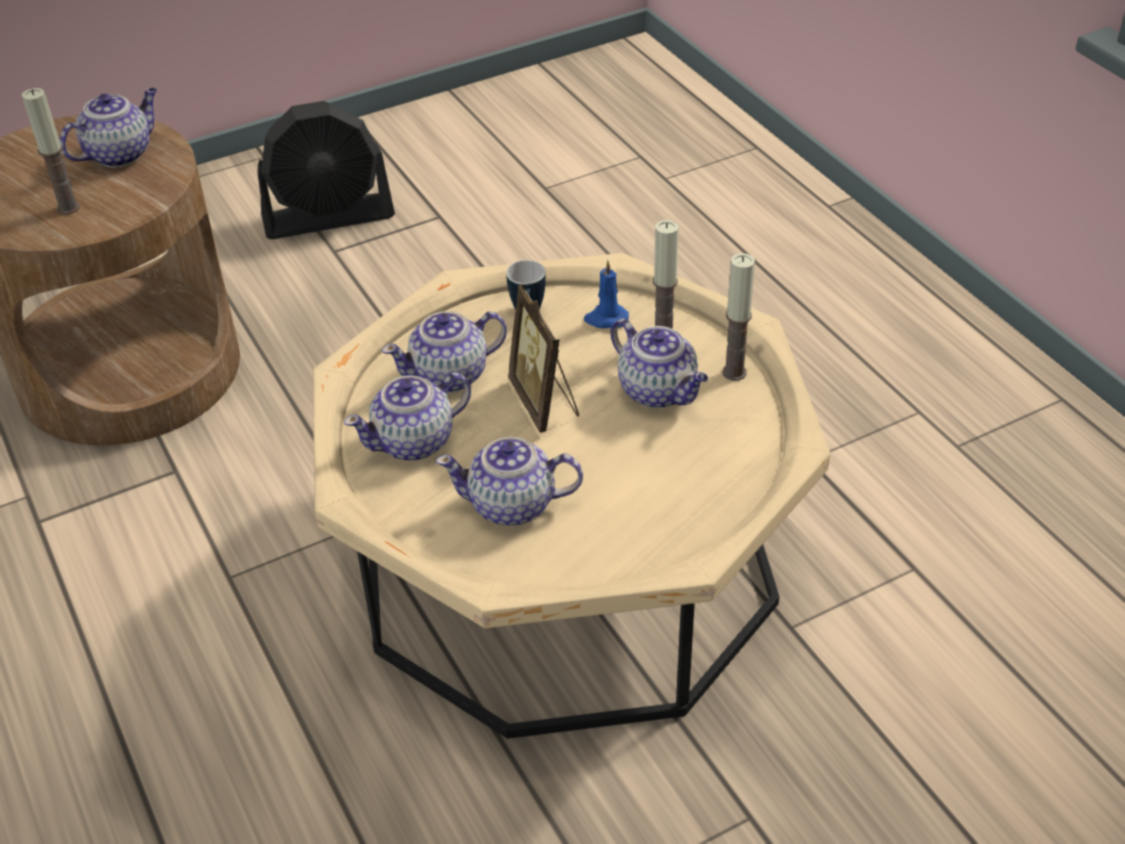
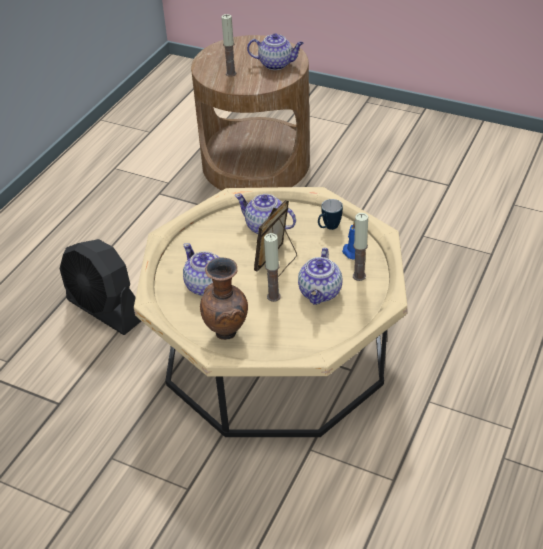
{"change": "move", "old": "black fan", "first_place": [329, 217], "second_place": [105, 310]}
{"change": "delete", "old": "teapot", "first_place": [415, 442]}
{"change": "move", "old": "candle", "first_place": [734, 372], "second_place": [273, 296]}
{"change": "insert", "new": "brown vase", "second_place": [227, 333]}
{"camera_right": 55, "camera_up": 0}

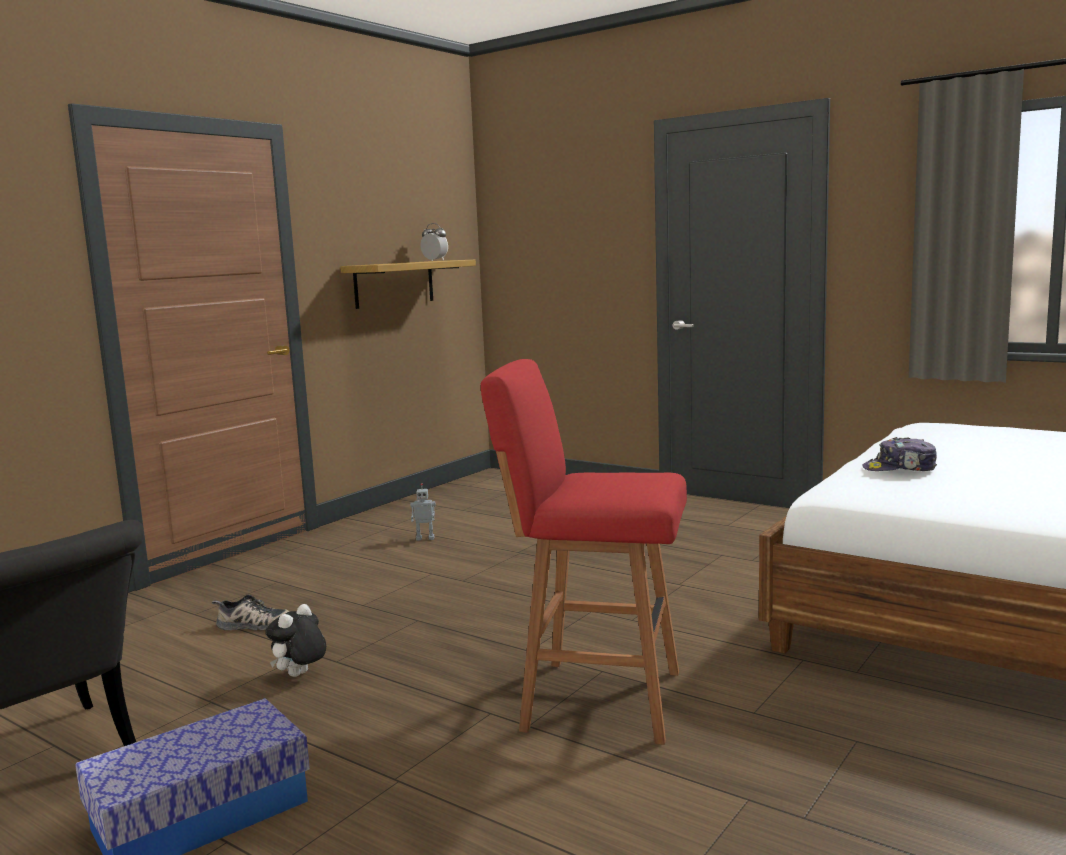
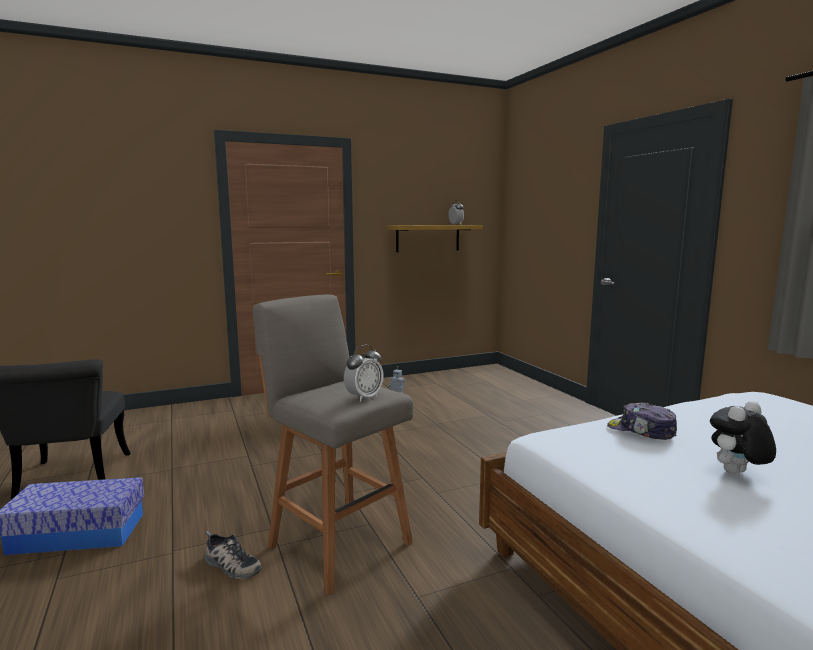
{"change": "move", "old": "shoe", "first_place": [252, 625], "second_place": [230, 565]}
{"change": "move", "old": "plush toy", "first_place": [299, 676], "second_place": [737, 474]}
{"change": "recolor", "old": "red stool", "new": "grey stool", "first_place": [596, 699], "second_place": [337, 543]}
{"change": "insert", "new": "alarm clock", "second_place": [364, 397]}
{"camera_right": 30, "camera_up": 0}

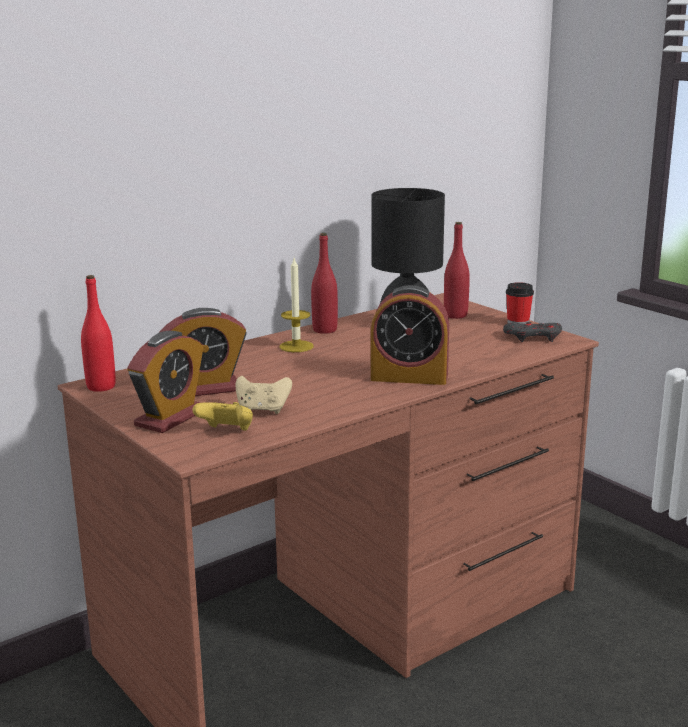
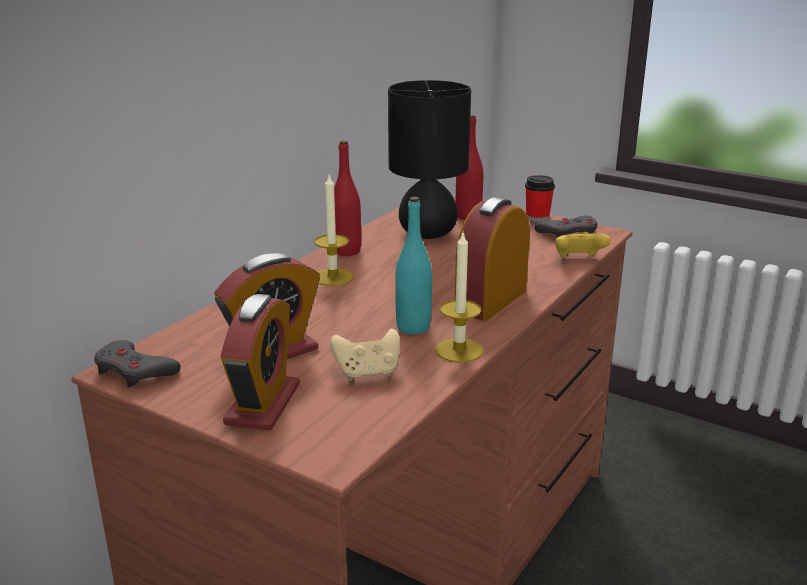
{"change": "replace", "old": "red bottle", "new": "grey game controller", "first_place": [101, 387], "second_place": [135, 371]}
{"change": "move", "old": "yellow game controller", "first_place": [226, 432], "second_place": [578, 260]}
{"change": "rotate", "old": "alarm clock", "first_place": [409, 377], "second_place": [491, 300], "degrees": 135}
{"change": "insert", "new": "turquoise bottle", "second_place": [413, 327]}
{"change": "insert", "new": "candle", "second_place": [459, 350]}
{"camera_right": -20, "camera_up": 5}

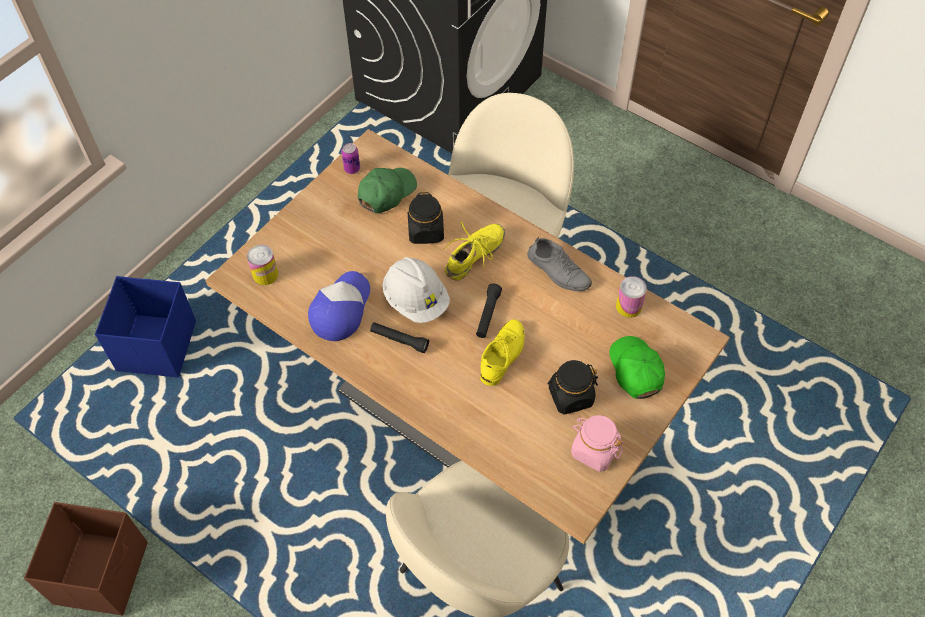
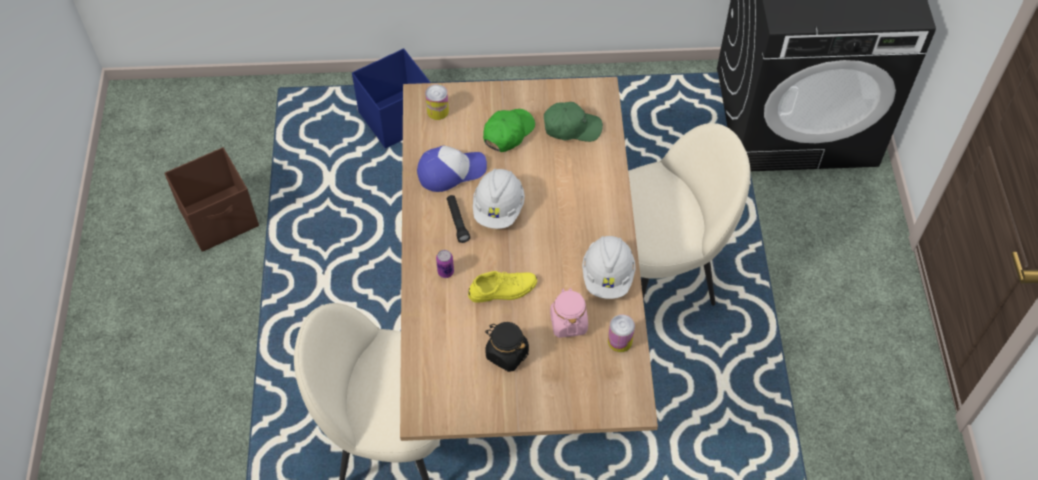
{"change": "move", "old": "can", "first_place": [352, 169], "second_place": [445, 272]}
{"change": "delete", "old": "black jar", "first_place": [426, 231]}
{"change": "delete", "old": "yellow shoe", "first_place": [475, 256]}
{"change": "delete", "old": "black flashlight", "first_place": [488, 314]}
{"change": "replace", "old": "grey shoe", "new": "white hard hat", "first_place": [558, 271], "second_place": [608, 276]}
{"change": "move", "old": "pink jar", "first_place": [594, 450], "second_place": [568, 322]}
{"change": "move", "old": "green cap", "first_place": [635, 370], "second_place": [508, 133]}
{"camera_right": 50, "camera_up": 0}

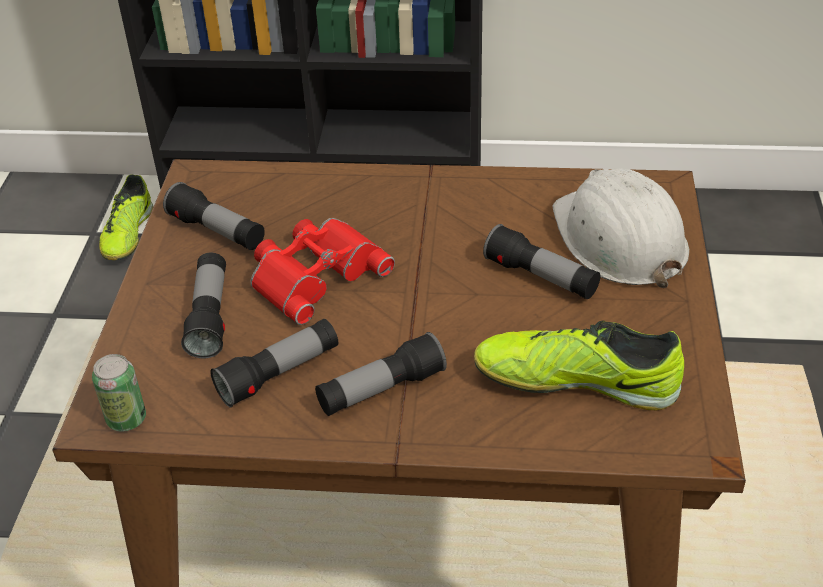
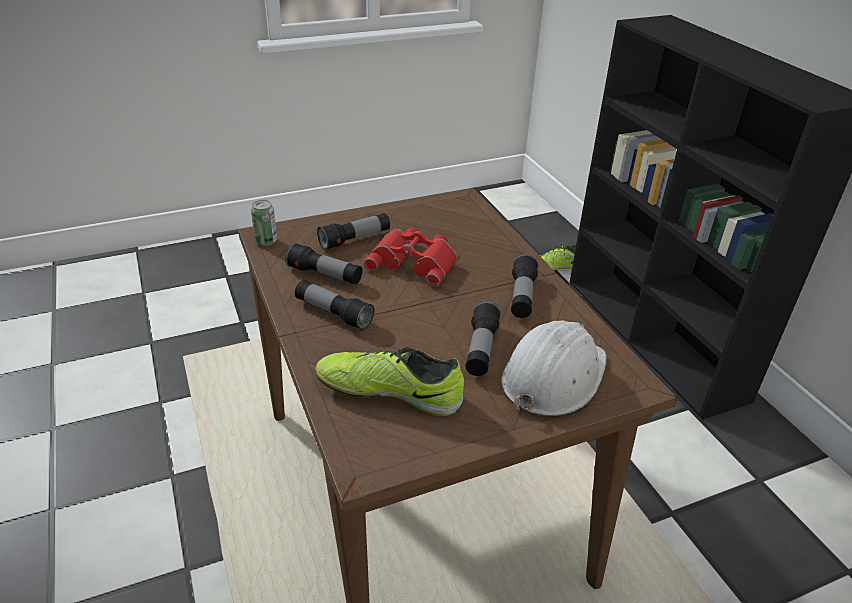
{"change": "move", "old": "flashlight", "first_place": [217, 231], "second_place": [522, 296]}
{"change": "rotate", "old": "shoe", "first_place": [576, 381], "second_place": [390, 391], "degrees": -60}
{"camera_right": 60, "camera_up": -5}

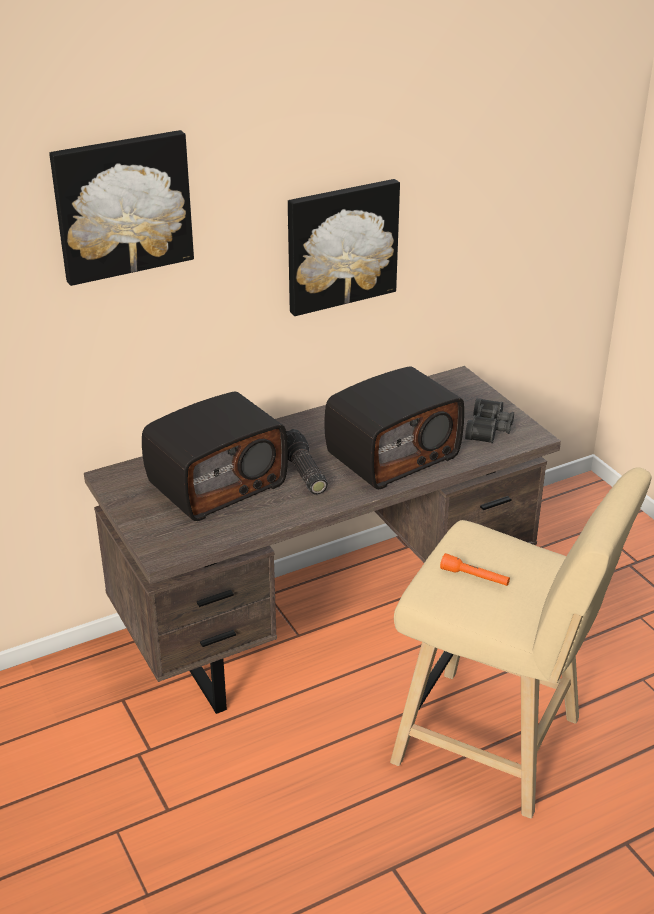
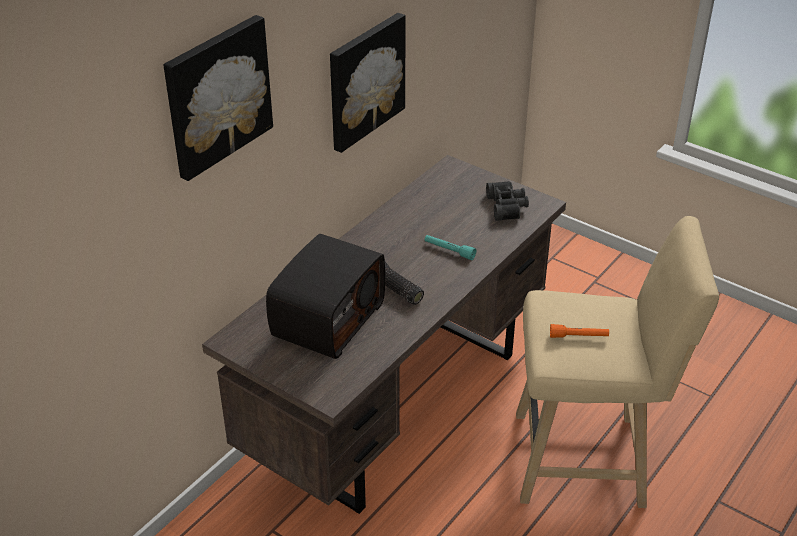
{"change": "replace", "old": "radio", "new": "turquoise flashlight", "first_place": [392, 455], "second_place": [449, 251]}
{"camera_right": -25, "camera_up": 5}

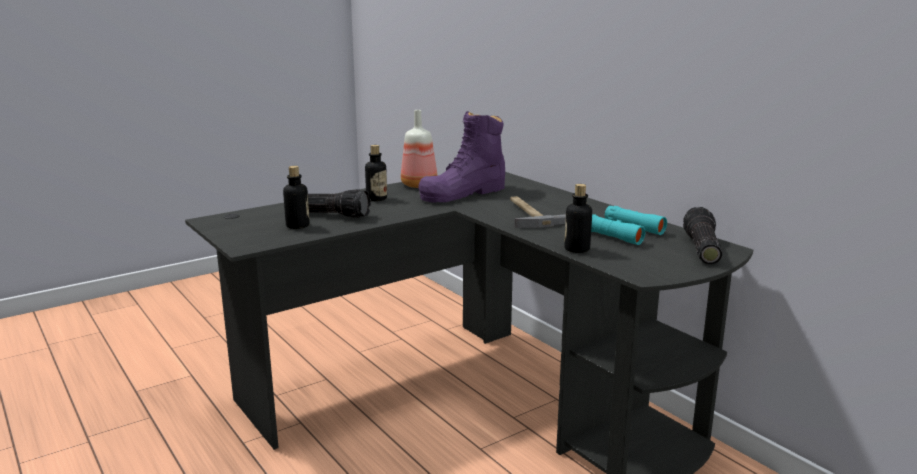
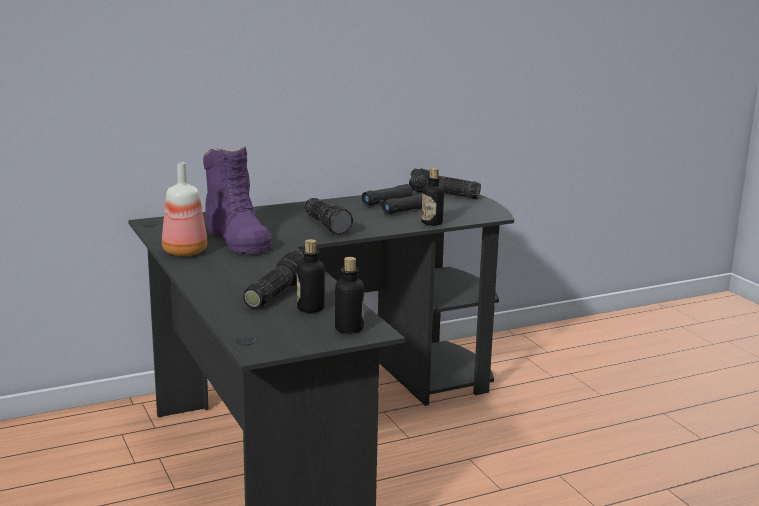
{"change": "move", "old": "bottle", "first_place": [376, 198], "second_place": [349, 329]}
{"change": "replace", "old": "hammer", "new": "flashlight", "first_place": [527, 214], "second_place": [328, 225]}
{"change": "recolor", "old": "turquoise binoculars", "new": "black binoculars", "first_place": [623, 232], "second_place": [396, 207]}
{"camera_right": -80, "camera_up": 0}

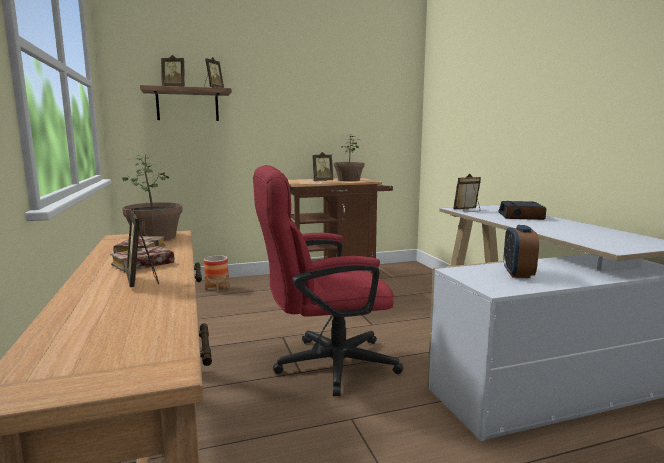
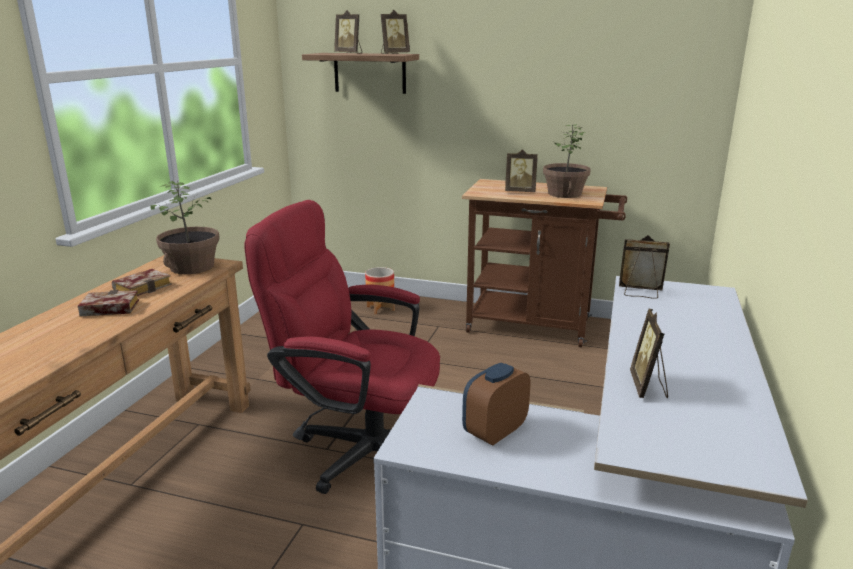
{"change": "move", "old": "picture frame", "first_place": [142, 281], "second_place": [648, 387]}
{"change": "delete", "old": "alarm clock", "first_place": [521, 216]}
{"camera_right": 35, "camera_up": 10}

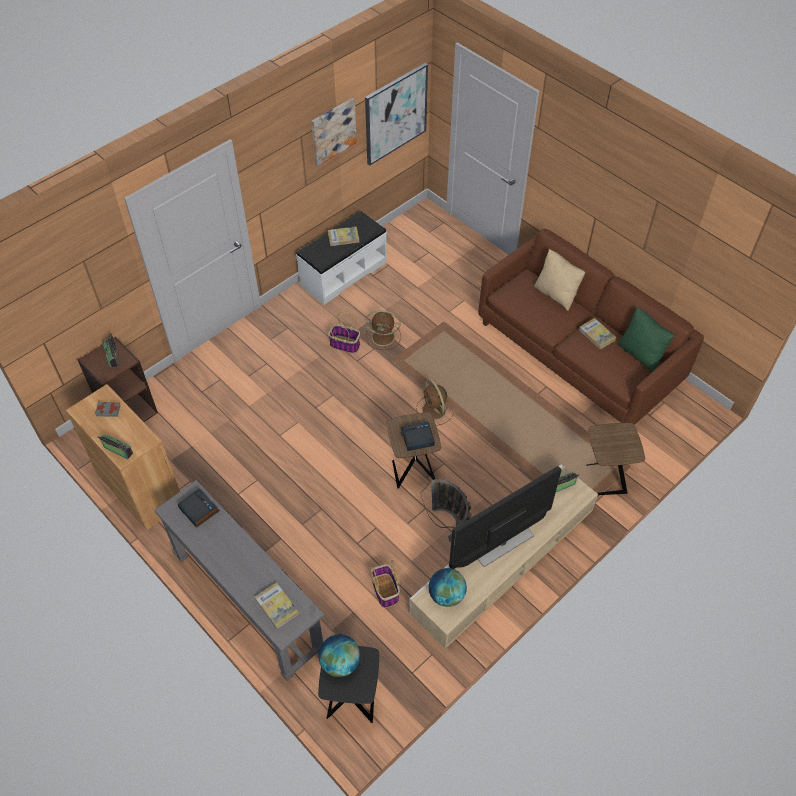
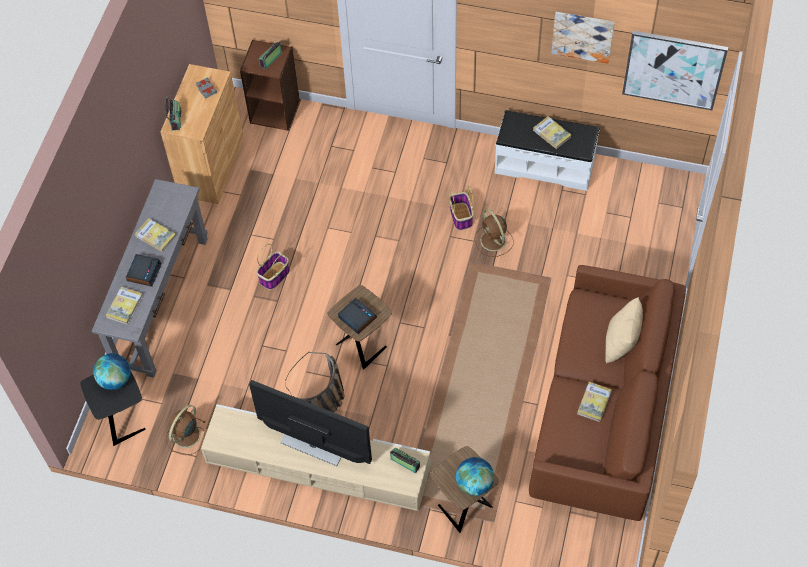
{"change": "move", "old": "alarm clock", "first_place": [198, 510], "second_place": [144, 272]}
{"change": "move", "old": "basket", "first_place": [386, 591], "second_place": [274, 276]}
{"change": "move", "old": "brown fan", "first_place": [434, 411], "second_place": [186, 436]}
{"change": "move", "old": "globe", "first_place": [446, 595], "second_place": [474, 484]}
{"change": "delete", "old": "green pillow", "first_place": [640, 354]}
{"change": "insert", "new": "book", "second_place": [155, 236]}
{"camera_right": 60, "camera_up": 5}

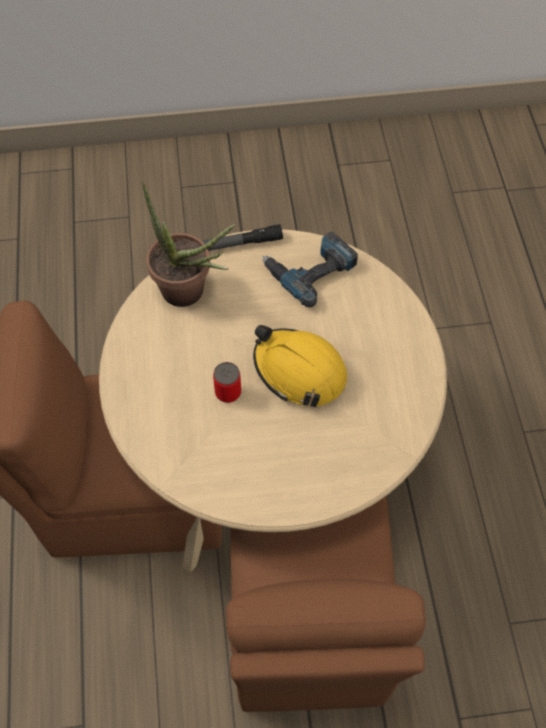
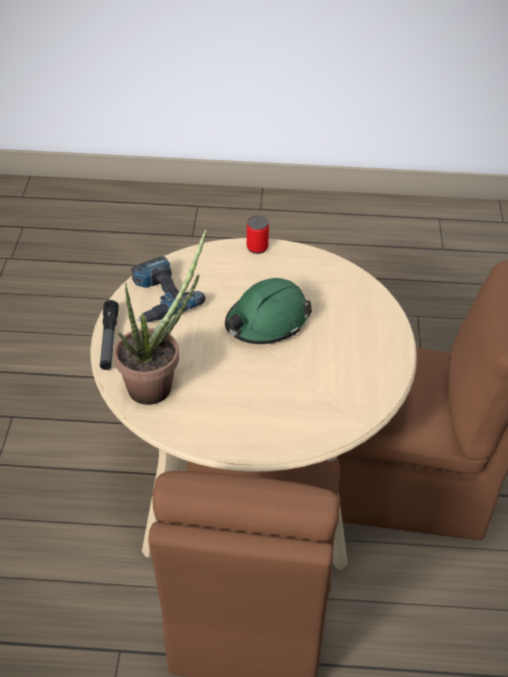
{"change": "move", "old": "can", "first_place": [228, 392], "second_place": [257, 247]}
{"change": "recolor", "old": "yellow hard hat", "new": "green hard hat", "first_place": [299, 371], "second_place": [267, 322]}
{"camera_right": -80, "camera_up": -15}

